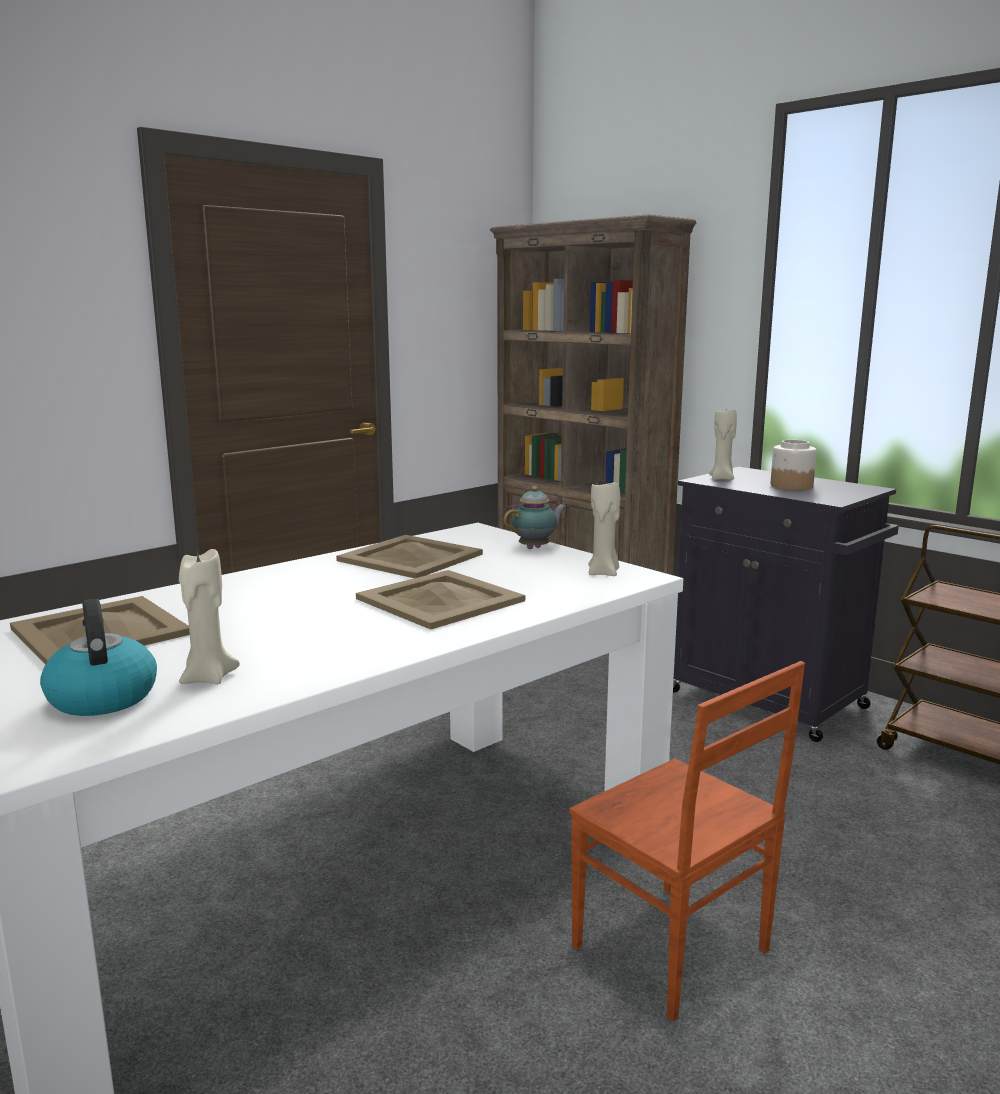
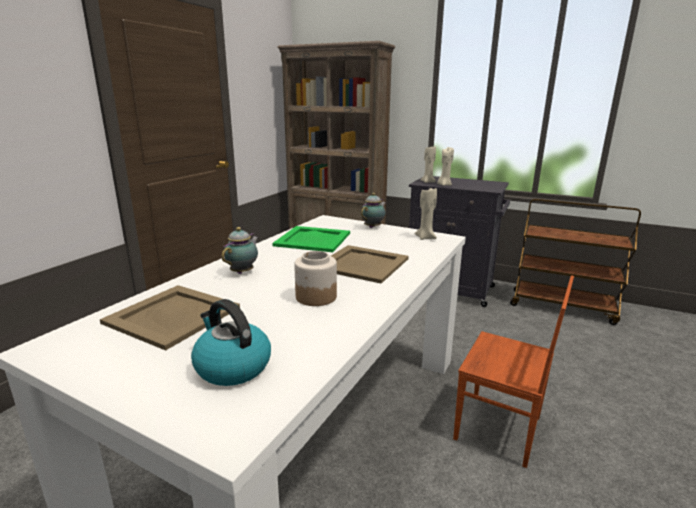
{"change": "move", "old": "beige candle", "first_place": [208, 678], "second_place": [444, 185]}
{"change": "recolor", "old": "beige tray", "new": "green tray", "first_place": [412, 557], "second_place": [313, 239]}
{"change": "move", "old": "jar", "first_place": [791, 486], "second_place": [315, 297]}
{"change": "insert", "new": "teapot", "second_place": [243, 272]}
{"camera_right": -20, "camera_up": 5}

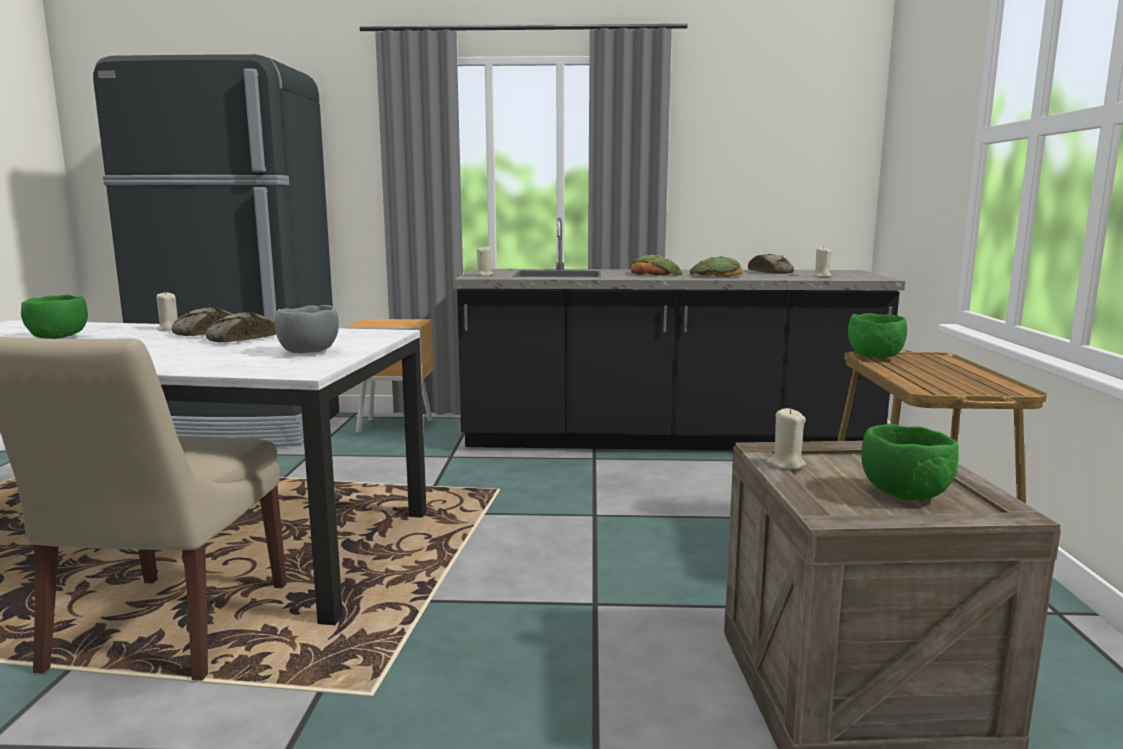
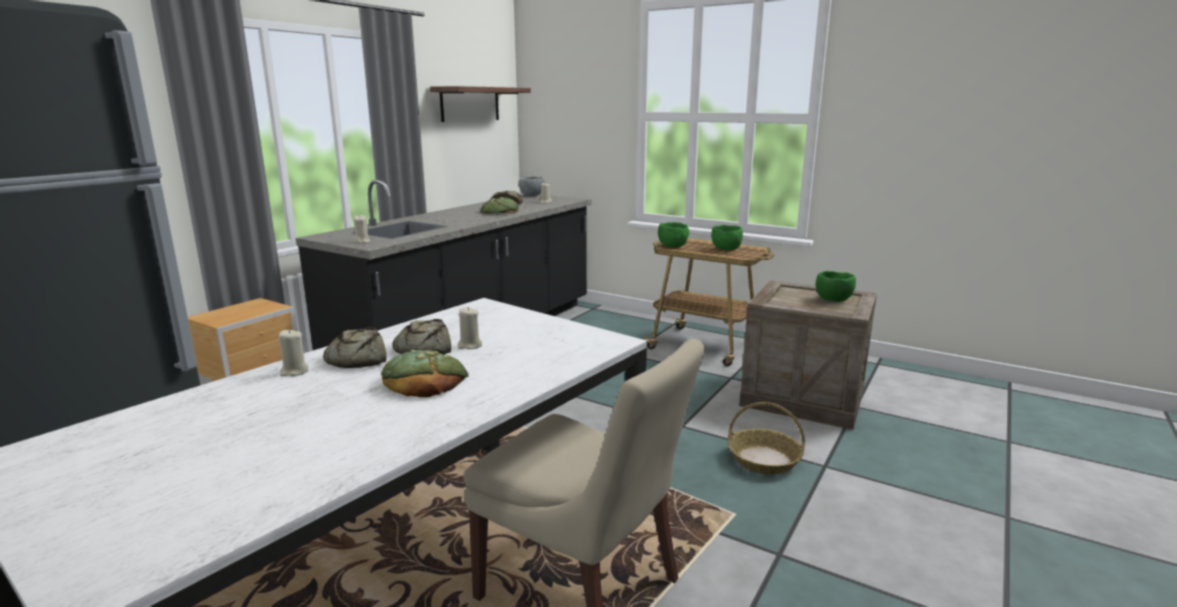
{"change": "move", "old": "green bowl", "first_place": [59, 337], "second_place": [725, 249]}
{"change": "move", "old": "grey bowl", "first_place": [310, 352], "second_place": [532, 196]}
{"change": "move", "old": "bread", "first_place": [655, 274], "second_place": [425, 380]}
{"change": "move", "old": "beige candle", "first_place": [786, 464], "second_place": [470, 345]}
{"change": "insert", "new": "shelf", "second_place": [470, 104]}
{"change": "insert", "new": "basket", "second_place": [764, 459]}
{"camera_right": -60, "camera_up": 5}

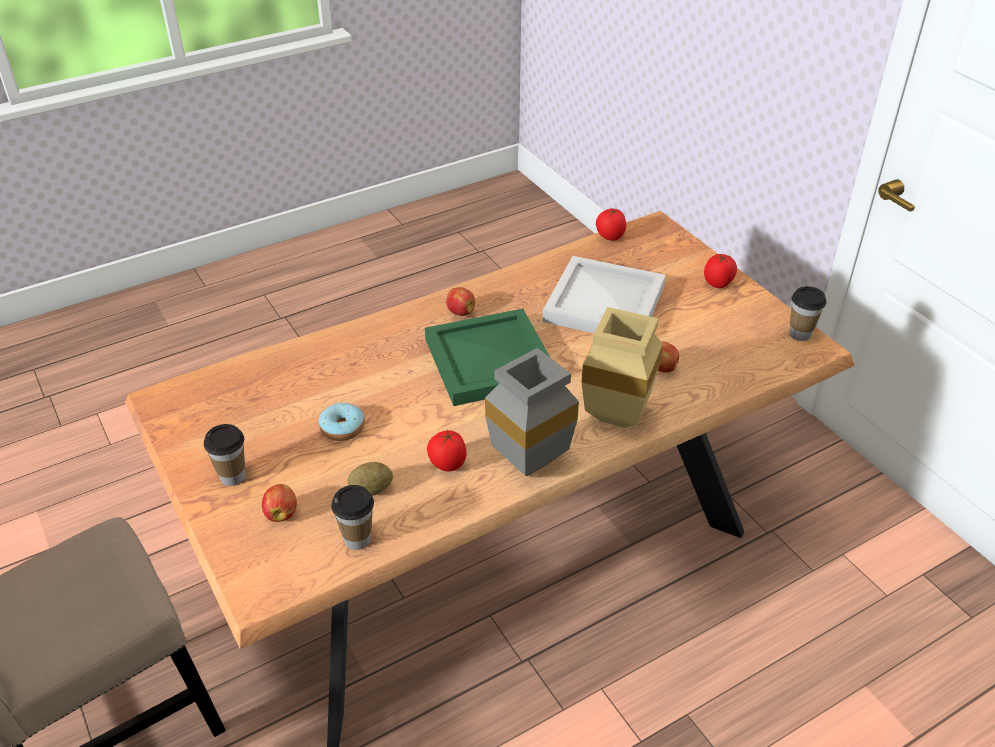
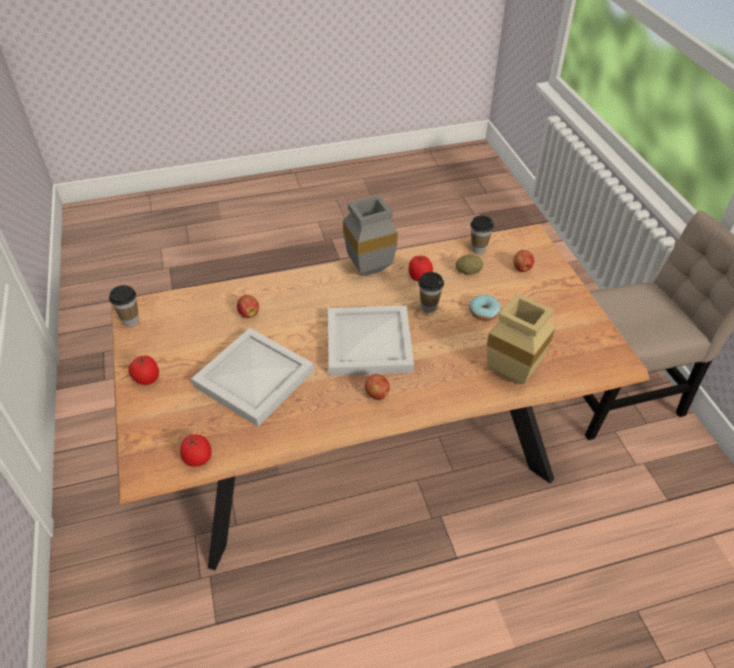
{"change": "move", "old": "cup", "first_place": [233, 477], "second_place": [429, 307]}
{"change": "recolor", "old": "green tray", "new": "white tray", "first_place": [492, 361], "second_place": [367, 342]}
{"change": "move", "old": "beige vase", "first_place": [612, 418], "second_place": [515, 374]}
{"camera_right": -165, "camera_up": 5}

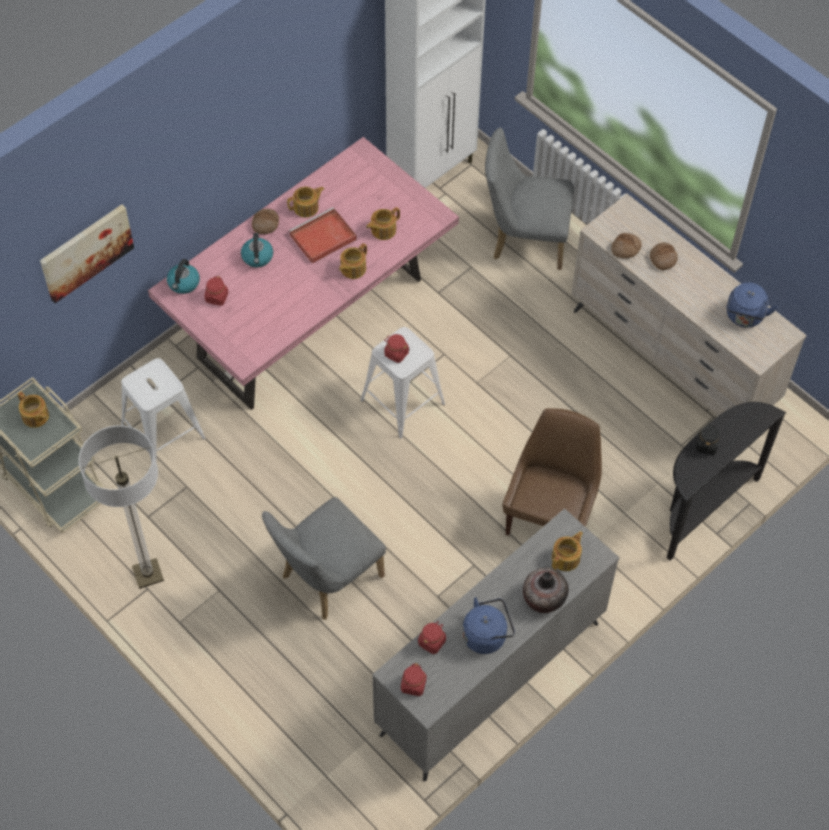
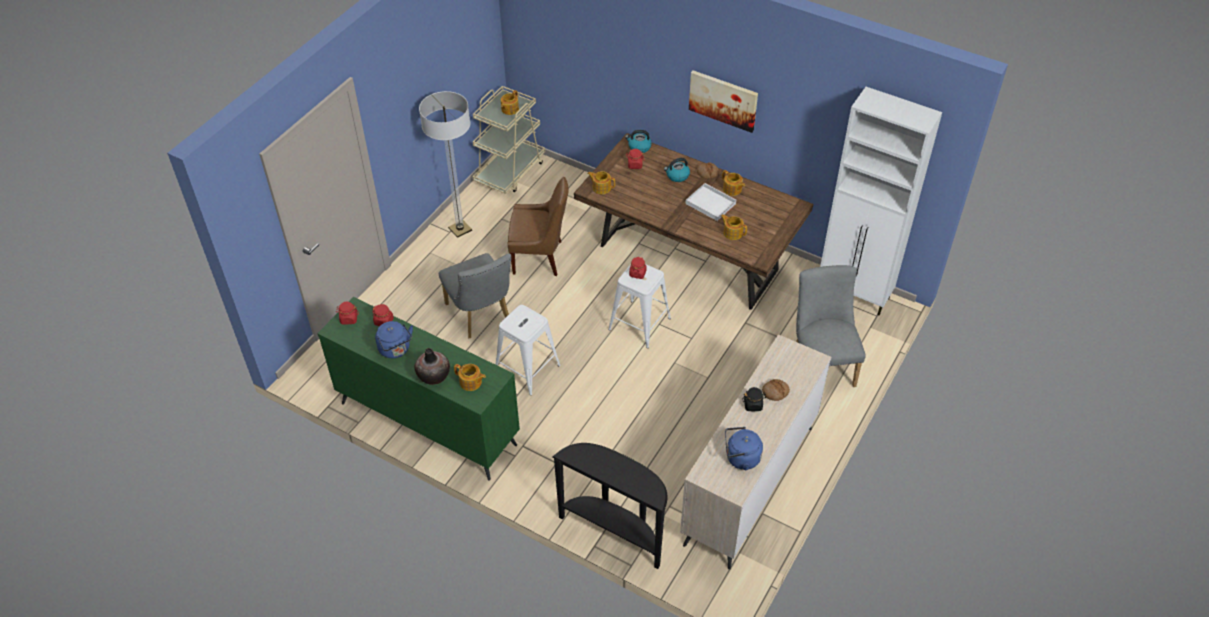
{"change": "move", "old": "picture", "first_place": [86, 252], "second_place": [723, 100]}
{"change": "move", "old": "white stool", "first_place": [163, 433], "second_place": [527, 369]}
{"change": "recolor", "old": "pink dining table", "new": "brown dining table", "first_place": [310, 318], "second_place": [689, 258]}
{"change": "rotate", "old": "grey chair", "first_place": [326, 580], "second_place": [481, 316], "degrees": -150}
{"change": "recolor", "old": "red tray", "new": "white tray", "first_place": [322, 238], "second_place": [709, 203]}
{"change": "move", "old": "teapot", "first_place": [352, 269], "second_place": [601, 187]}
{"change": "recolor", "old": "grey dresser", "new": "green dresser", "first_place": [489, 678], "second_place": [428, 423]}
{"change": "move", "old": "brown chair", "first_place": [550, 516], "second_place": [540, 257]}
{"change": "delete", "old": "bread", "first_place": [625, 248]}
{"change": "move", "old": "black jar", "first_place": [706, 445], "second_place": [753, 405]}
{"camera_right": 75, "camera_up": -10}

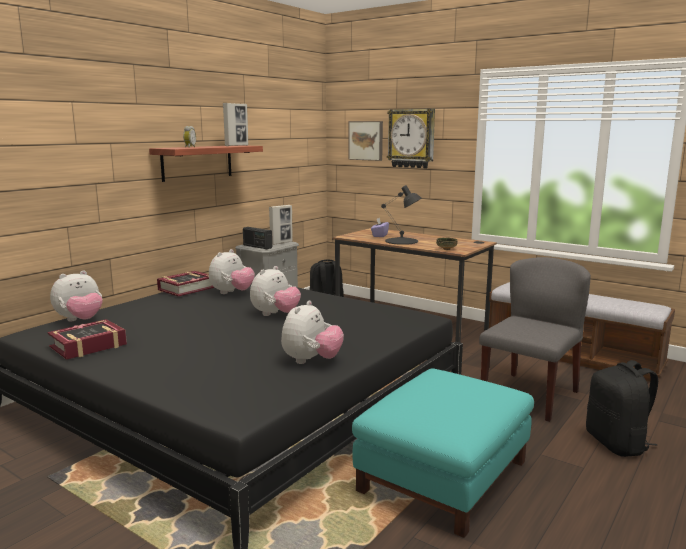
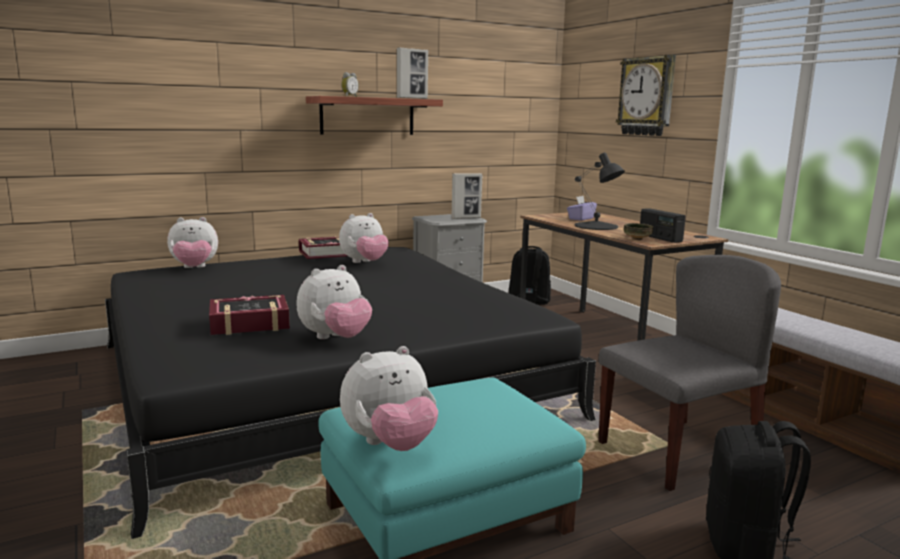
{"change": "move", "old": "book", "first_place": [88, 346], "second_place": [249, 323]}
{"change": "move", "old": "radio", "first_place": [257, 246], "second_place": [660, 238]}
{"change": "move", "old": "plush toy", "first_place": [275, 314], "second_place": [390, 445]}
{"change": "delete", "old": "picture", "first_place": [366, 140]}
{"camera_right": 25, "camera_up": 0}

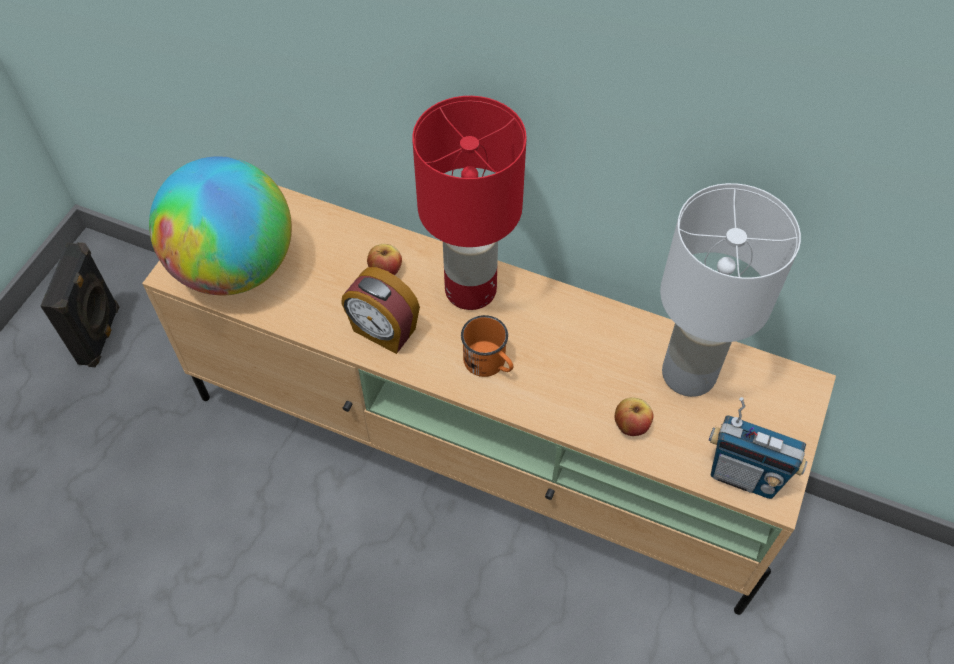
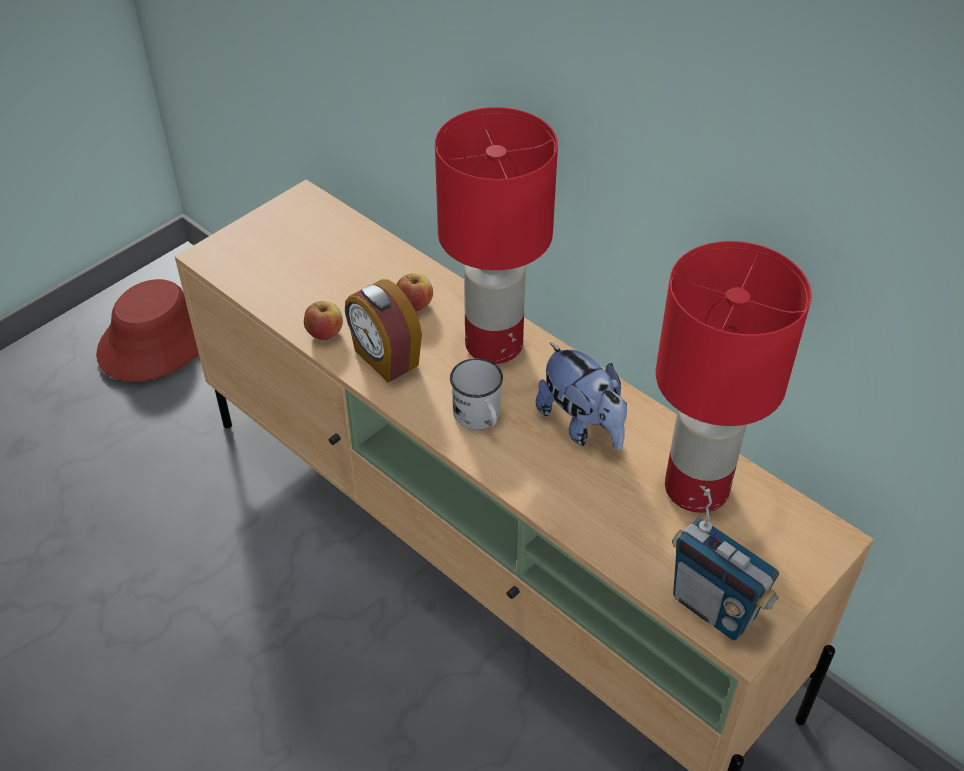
{"change": "replace", "old": "black speaker", "new": "red hat", "first_place": [101, 335], "second_place": [155, 340]}
{"change": "delete", "old": "globe", "first_place": [235, 267]}
{"change": "recolor", "old": "orange mug", "new": "white mug", "first_place": [489, 364], "second_place": [480, 418]}
{"change": "move", "old": "apple", "first_place": [631, 425], "second_place": [324, 333]}
{"change": "recolor", "old": "white table lamp", "new": "red table lamp", "first_place": [687, 375], "second_place": [694, 489]}
{"change": "insert", "new": "plush toy", "second_place": [582, 425]}
{"camera_right": 20, "camera_up": -10}

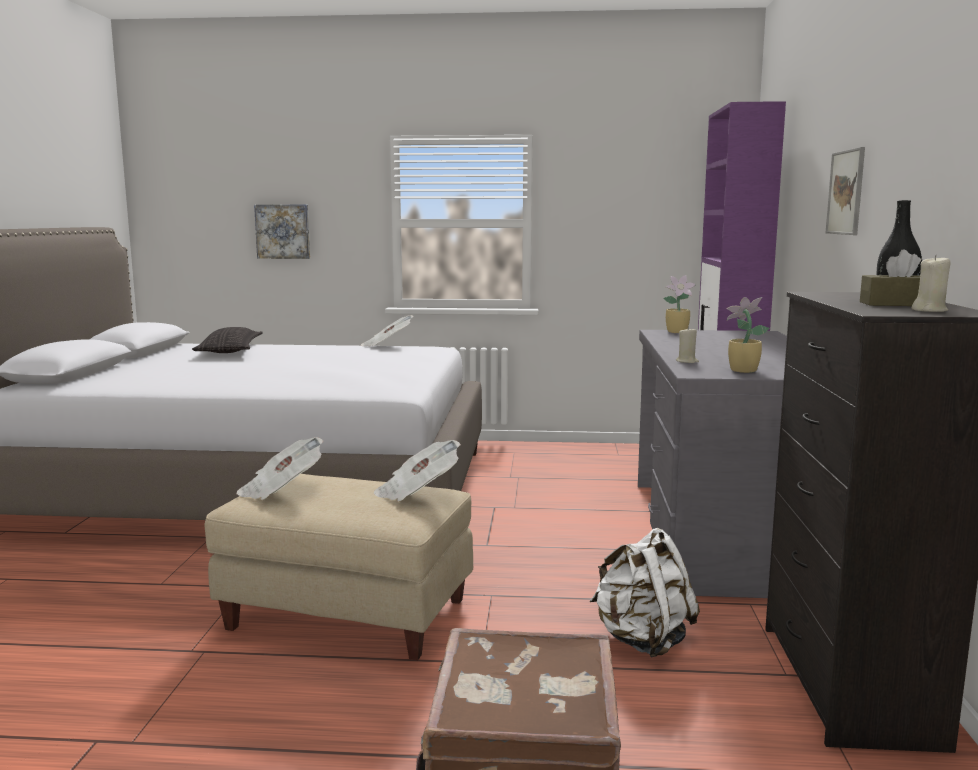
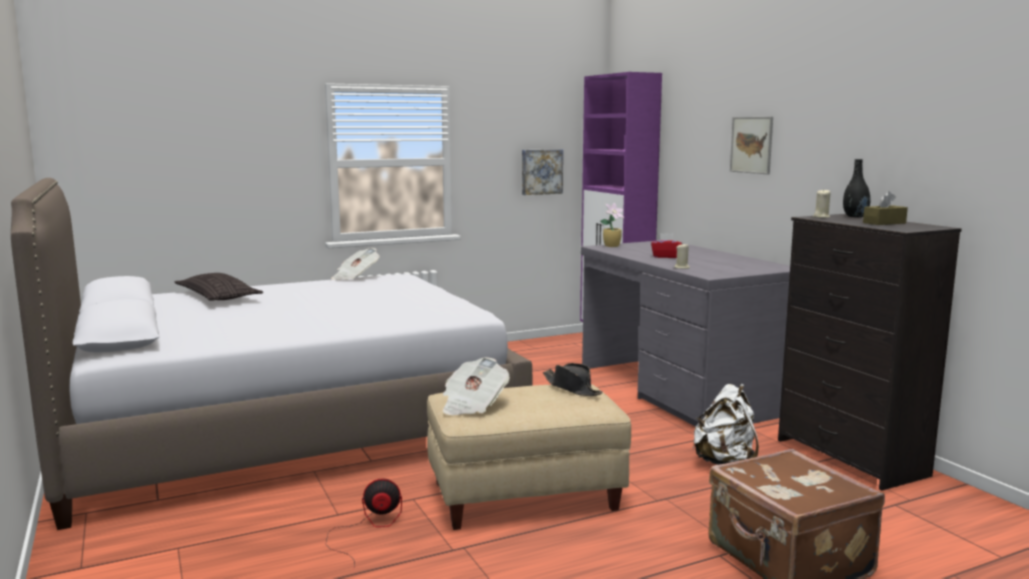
{"change": "move", "old": "picture", "first_place": [283, 231], "second_place": [541, 171]}
{"change": "replace", "old": "newspaper", "new": "black hat", "first_place": [417, 492], "second_place": [572, 388]}
{"change": "delete", "old": "potted plant", "first_place": [741, 370]}
{"change": "move", "old": "beige candle", "first_place": [929, 310], "second_place": [821, 217]}
{"change": "insert", "new": "fan", "second_place": [368, 528]}
{"change": "insert", "new": "red tissue box", "second_place": [665, 256]}
{"camera_right": -30, "camera_up": 0}

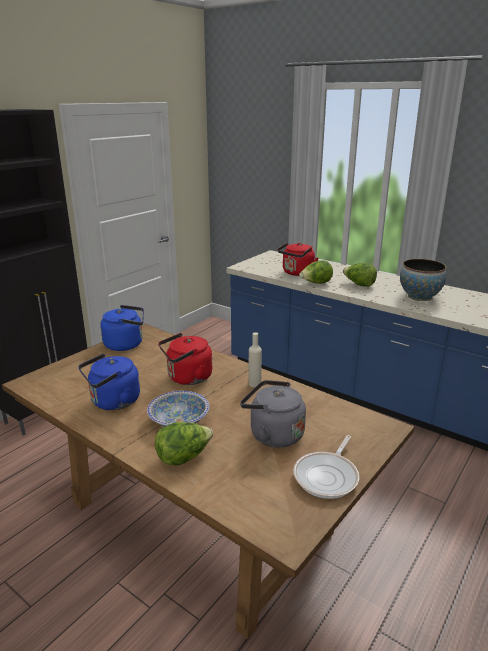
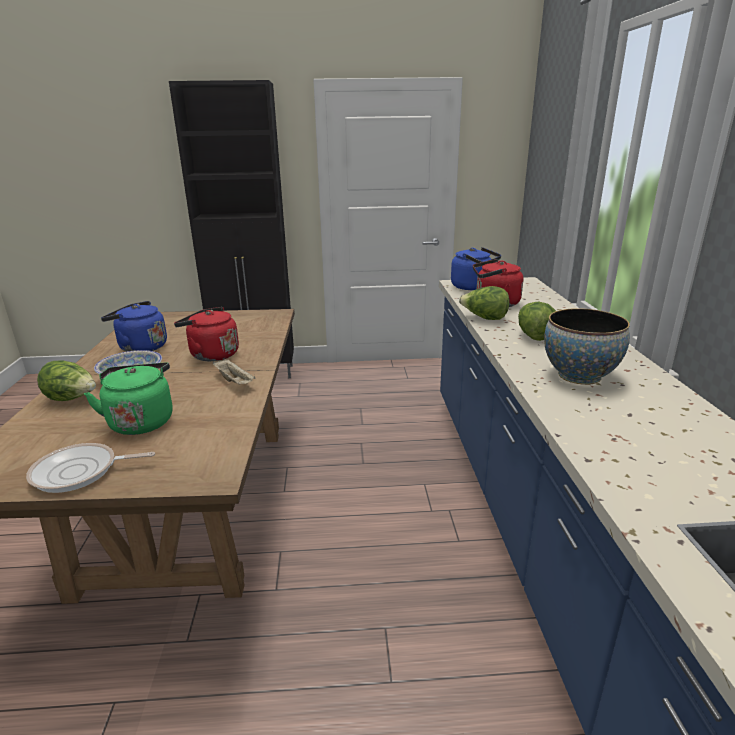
{"change": "move", "old": "blue kettle", "first_place": [126, 344], "second_place": [473, 287]}
{"change": "recolor", "old": "grey kettle", "new": "green kettle", "first_place": [273, 434], "second_place": [141, 421]}
{"change": "replace", "old": "beige bottle", "new": "beige tray", "first_place": [254, 384], "second_place": [235, 381]}
{"camera_right": 50, "camera_up": 0}

